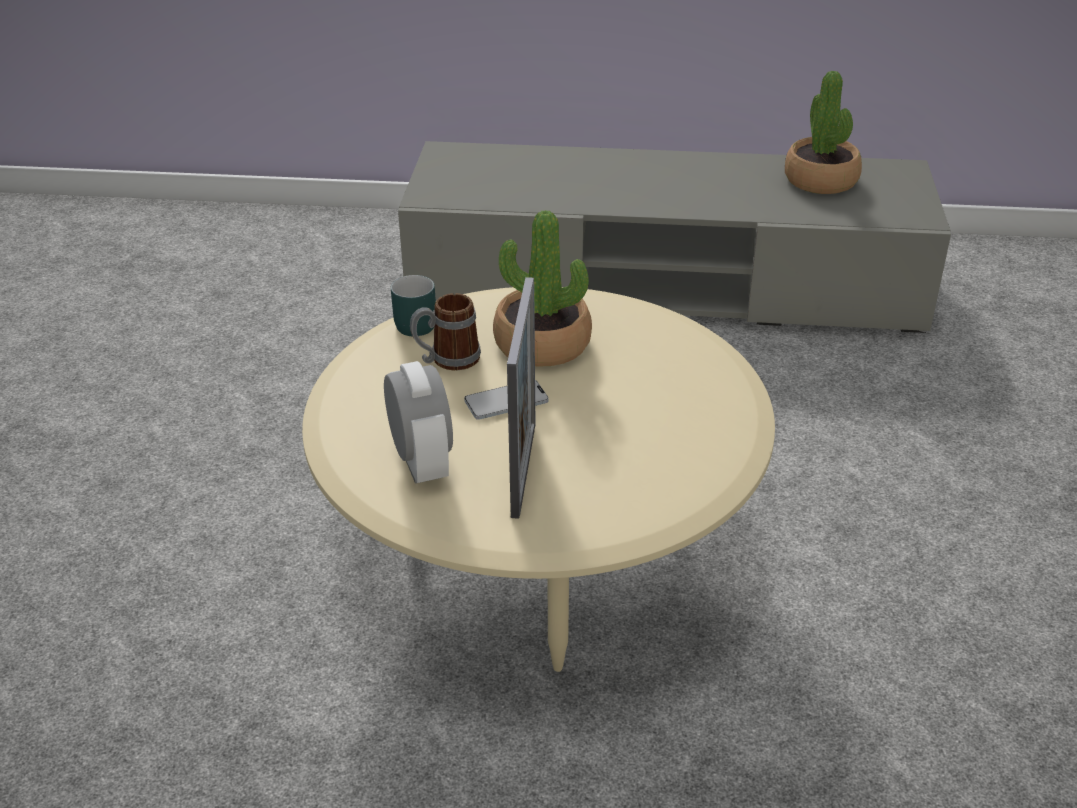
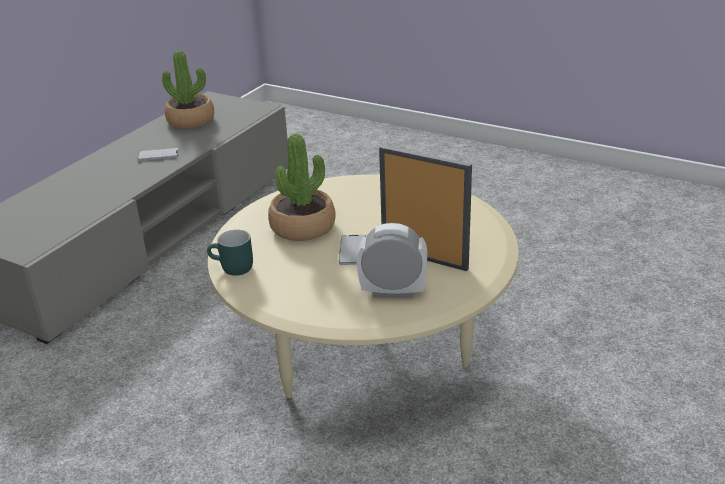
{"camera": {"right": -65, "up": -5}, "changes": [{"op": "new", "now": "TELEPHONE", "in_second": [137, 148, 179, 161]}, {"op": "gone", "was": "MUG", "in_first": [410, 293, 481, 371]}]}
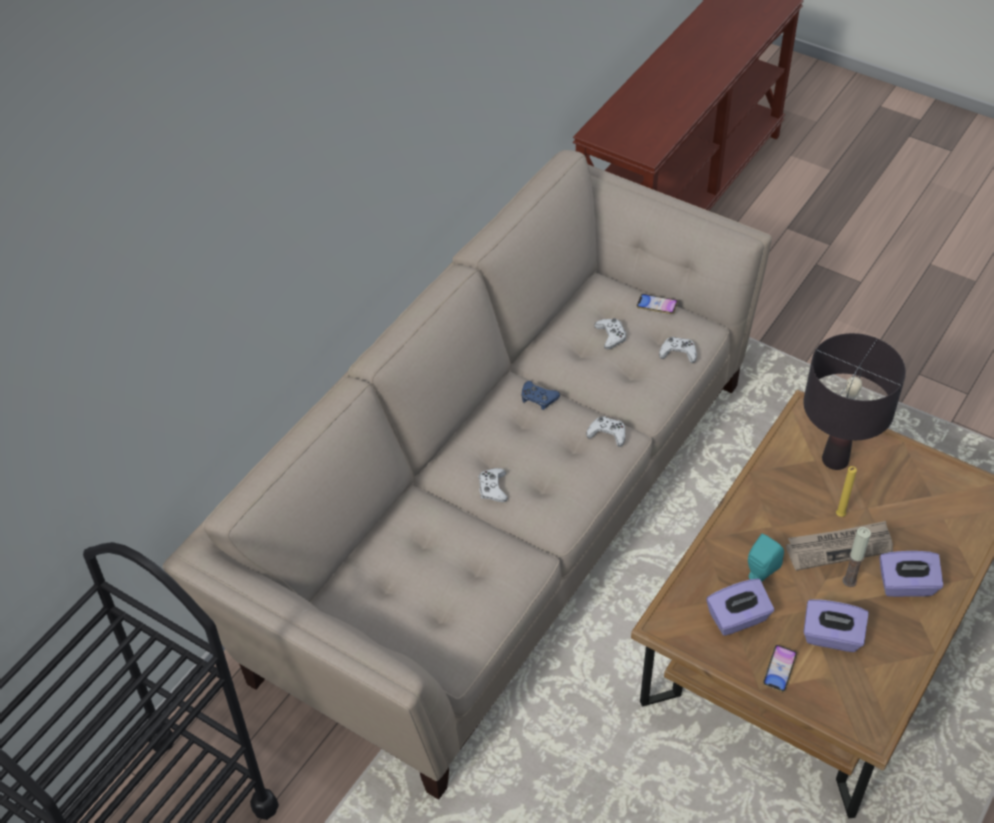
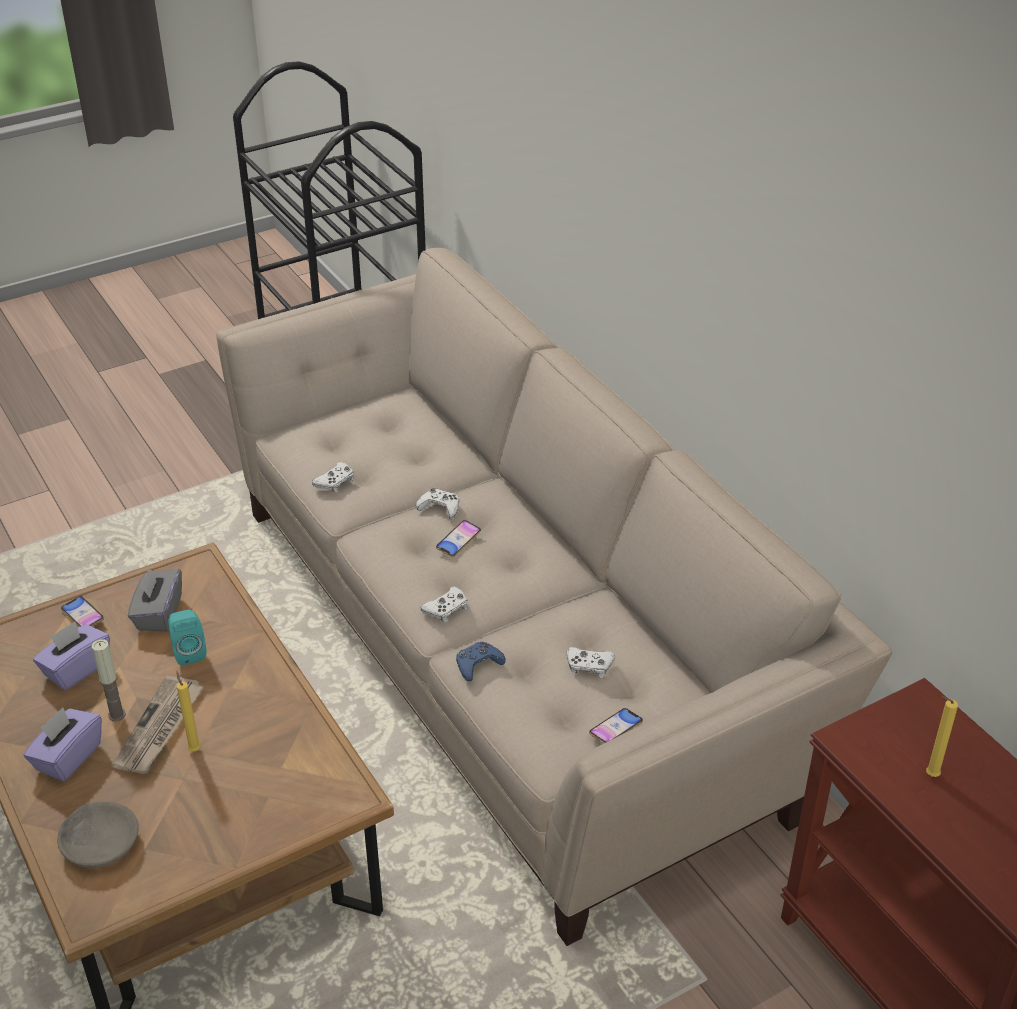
{"camera": {"right": 115, "up": -10}, "changes": [{"op": "new", "now": "GREY DEEP DISH", "in_second": [57, 801, 139, 868]}, {"op": "repainted", "was": "PURPLE TISSUE BOX", "now": "GREY TISSUE BOX", "in_first": [707, 579, 774, 636], "in_second": [128, 567, 182, 632]}, {"op": "shifted", "was": "WHITE-COLOURED GAME CONTROLLER", "in_first": [659, 337, 697, 363], "in_second": [312, 462, 354, 492]}, {"op": "new", "now": "TELEPHONE", "in_second": [436, 520, 481, 557]}, {"op": "shifted", "was": "BLUISH GAME CONTROLLER", "in_first": [521, 381, 560, 410], "in_second": [456, 642, 506, 681]}, {"op": "new", "now": "YELLOW-COLOURED WAX LIGHT", "in_second": [926, 696, 958, 777]}, {"op": "gone", "was": "BLACK TABLE LAMP", "in_first": [803, 333, 906, 470]}]}
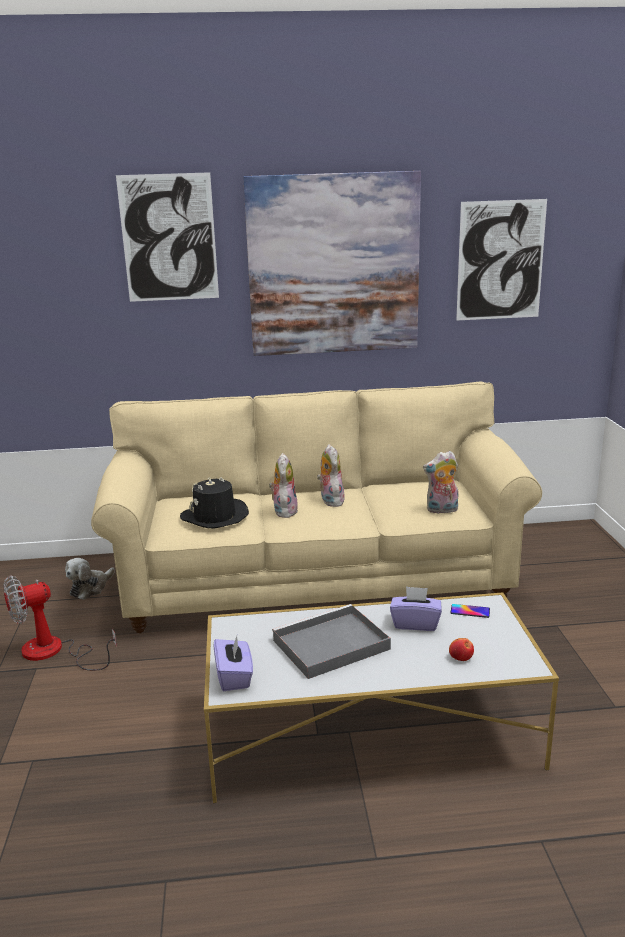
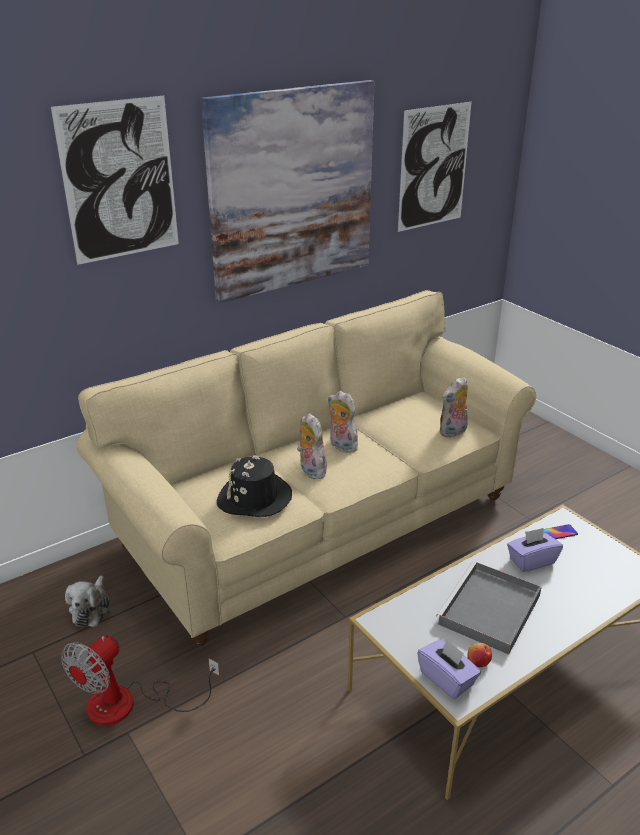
{"camera": {"right": -30, "up": 10}, "changes": [{"op": "shifted", "was": "APPLE FRUIT", "in_first": [449, 638, 474, 661], "in_second": [467, 643, 492, 667]}]}
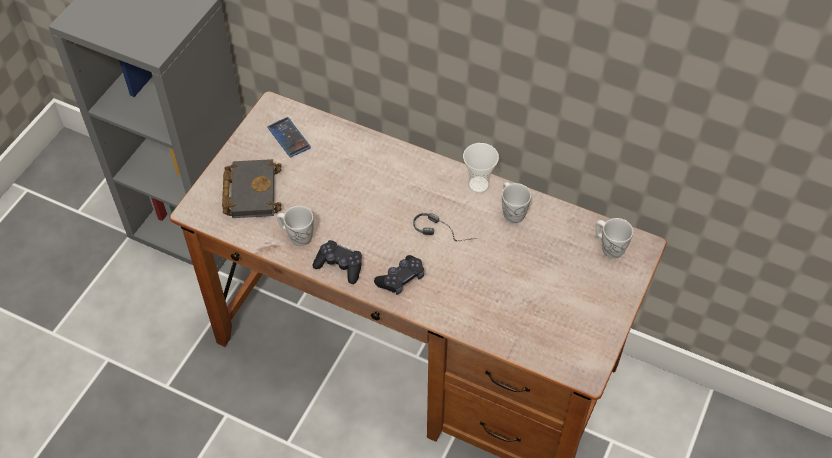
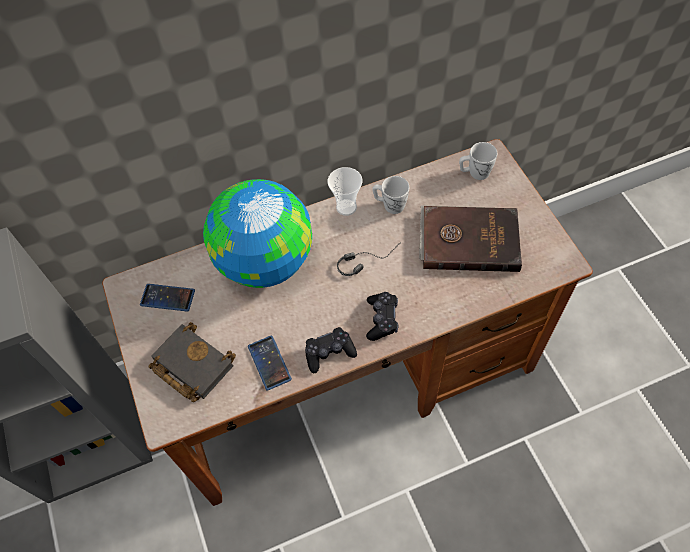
{"camera": {"right": -45, "up": 5}, "changes": [{"op": "new", "now": "GLOBE", "in_second": [203, 179, 312, 288]}, {"op": "swapped", "was": "WHITE-COLOURED MUG", "now": "TELEPHONE", "in_first": [276, 206, 314, 246], "in_second": [248, 336, 292, 391]}, {"op": "new", "now": "BROWNISH VOLUME", "in_second": [419, 205, 522, 272]}]}
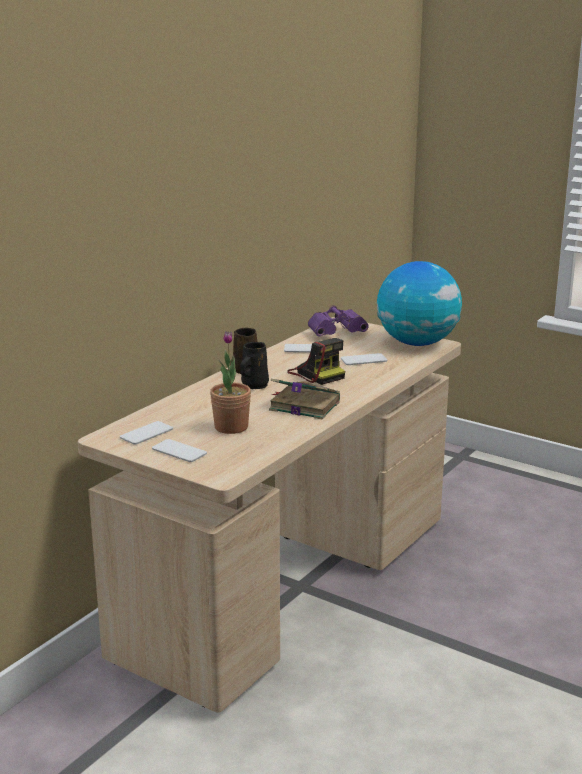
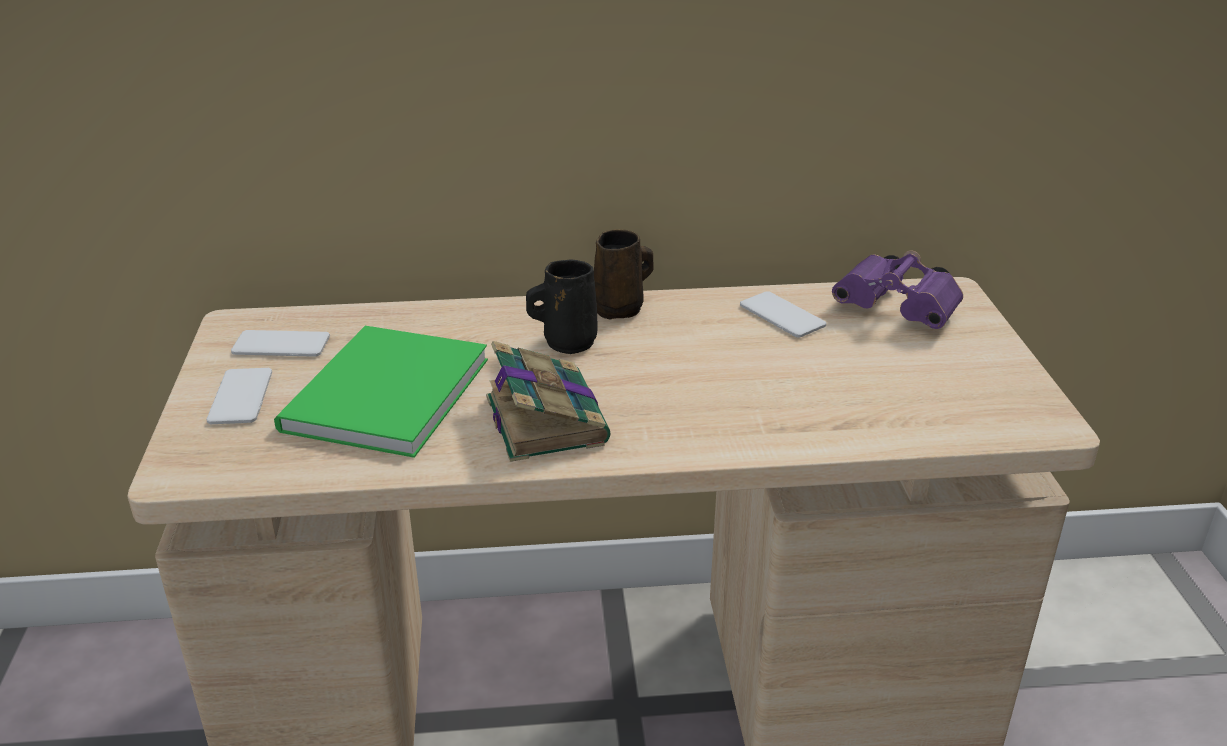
{"camera": {"right": 50, "up": 10}, "changes": [{"op": "swapped", "was": "POTTED PLANT", "now": "GREEN-COLOURED VOLUME", "in_first": [210, 331, 251, 434], "in_second": [274, 326, 488, 458]}, {"op": "gone", "was": "STILL CAMERA", "in_first": [287, 338, 345, 385]}, {"op": "gone", "was": "TELEPHONE", "in_first": [341, 353, 387, 365]}, {"op": "gone", "was": "GLOBE", "in_first": [377, 261, 462, 346]}]}
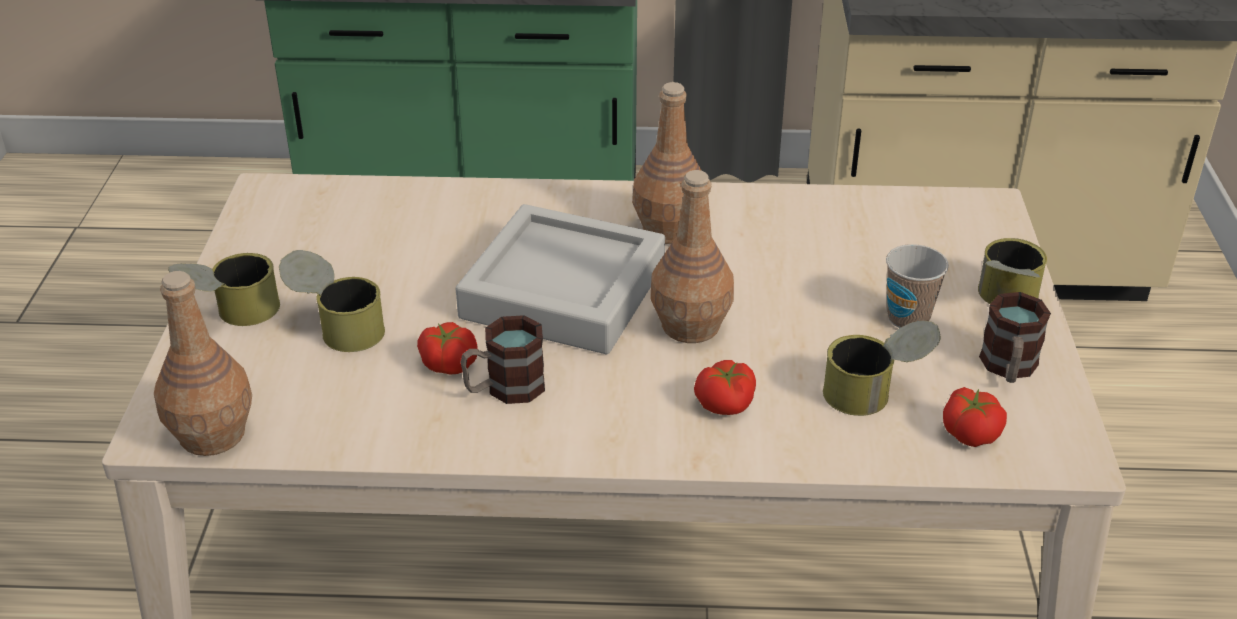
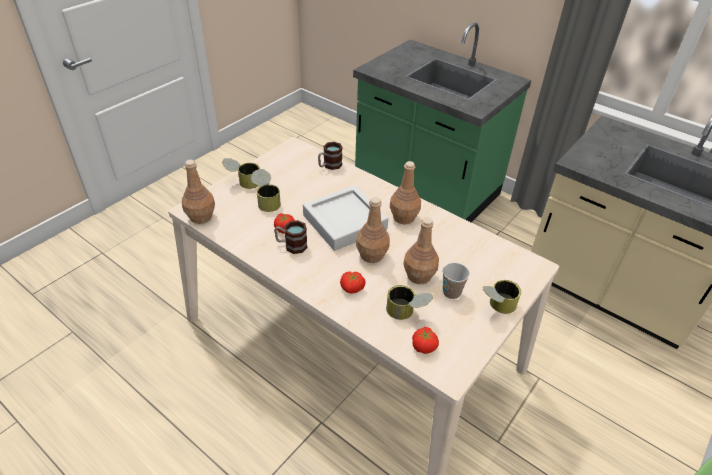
{"camera": {"right": 35, "up": 5}, "changes": [{"op": "shifted", "was": "MUG", "in_first": [979, 292, 1051, 383], "in_second": [318, 142, 343, 170]}, {"op": "new", "now": "BROWNISH BEVERAGE BOTTLE", "in_second": [403, 217, 439, 284]}]}
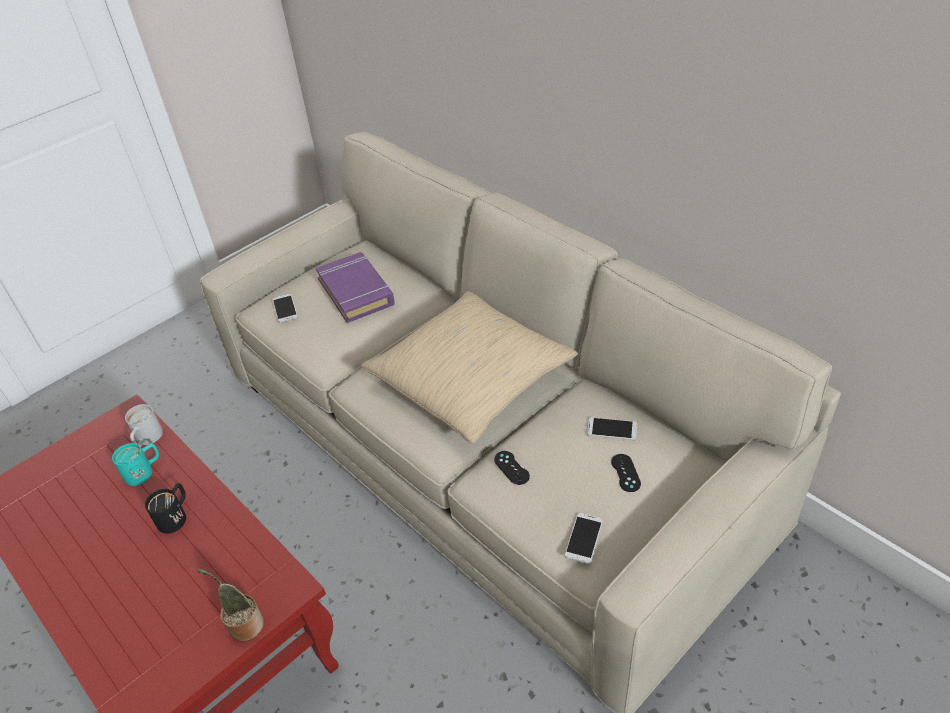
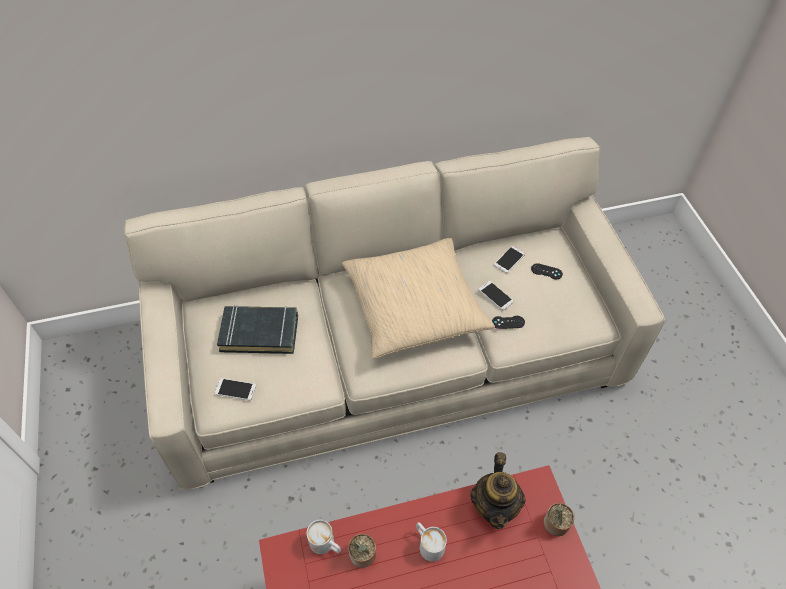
{"camera": {"right": -65, "up": 10}, "changes": [{"op": "repainted", "was": "PURPLE VOLUME", "now": "BLACK VOLUME", "in_first": [316, 252, 395, 323], "in_second": [217, 305, 298, 354]}, {"op": "swapped", "was": "TURQUOISE-COLOURED MUG", "now": "POTTED PLANT", "in_first": [112, 443, 159, 486], "in_second": [348, 534, 376, 568]}, {"op": "repainted", "was": "BLACK MUG", "now": "WHITE-COLOURED MUG", "in_first": [145, 483, 186, 533], "in_second": [416, 522, 447, 562]}, {"op": "new", "now": "POT FOR TEA", "in_second": [470, 452, 526, 529]}, {"op": "shifted", "was": "TELEPHONE", "in_first": [564, 513, 603, 564], "in_second": [479, 281, 514, 310]}]}
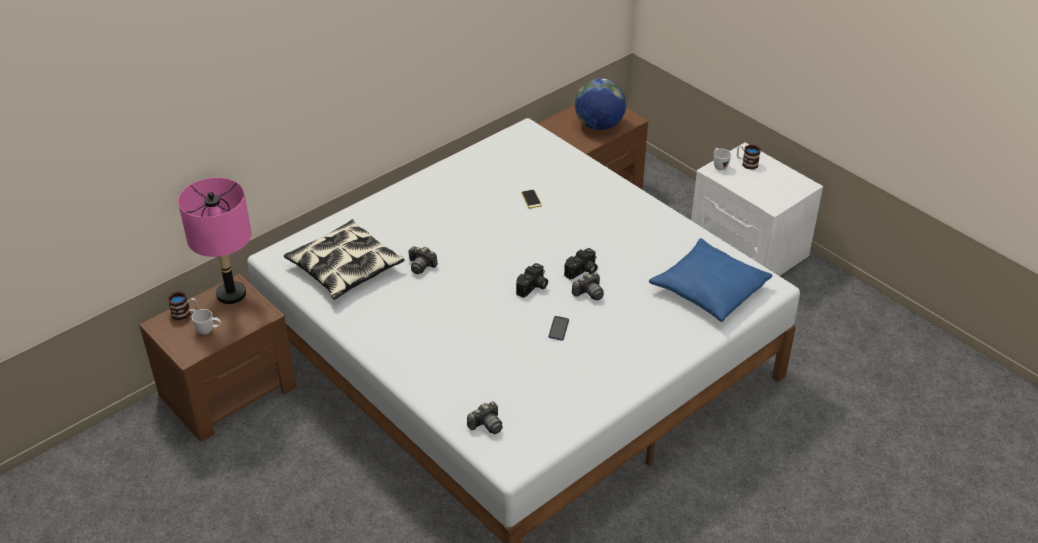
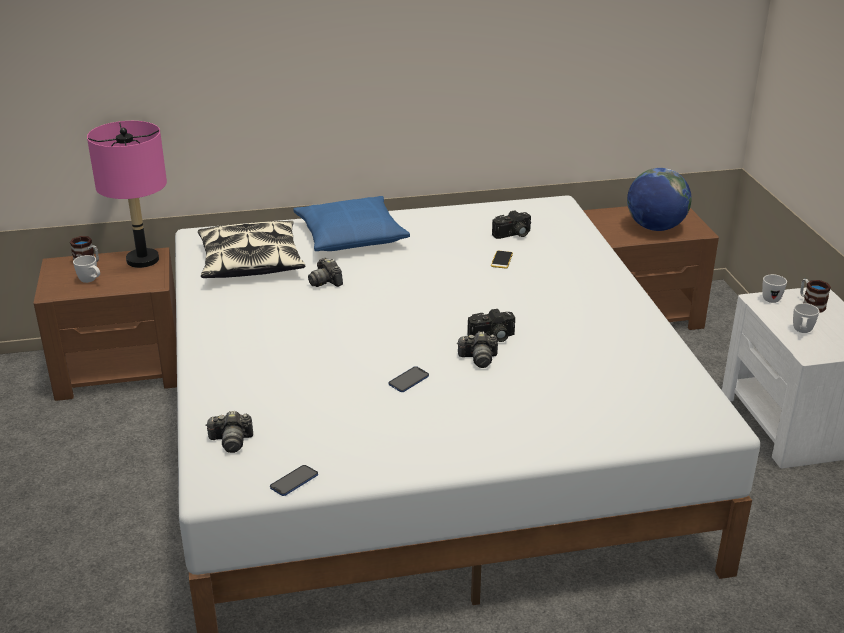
{"camera": {"right": 30, "up": -10}, "changes": [{"op": "new", "now": "TELEPHONE", "in_second": [270, 465, 318, 496]}, {"op": "shifted", "was": "BLUISH THROW PILLOW", "in_first": [649, 238, 772, 322], "in_second": [293, 196, 410, 251]}, {"op": "shifted", "was": "STILL CAMERA", "in_first": [516, 263, 548, 298], "in_second": [492, 210, 531, 239]}, {"op": "new", "now": "WHITE-COLOURED MUG", "in_second": [793, 303, 819, 333]}]}
